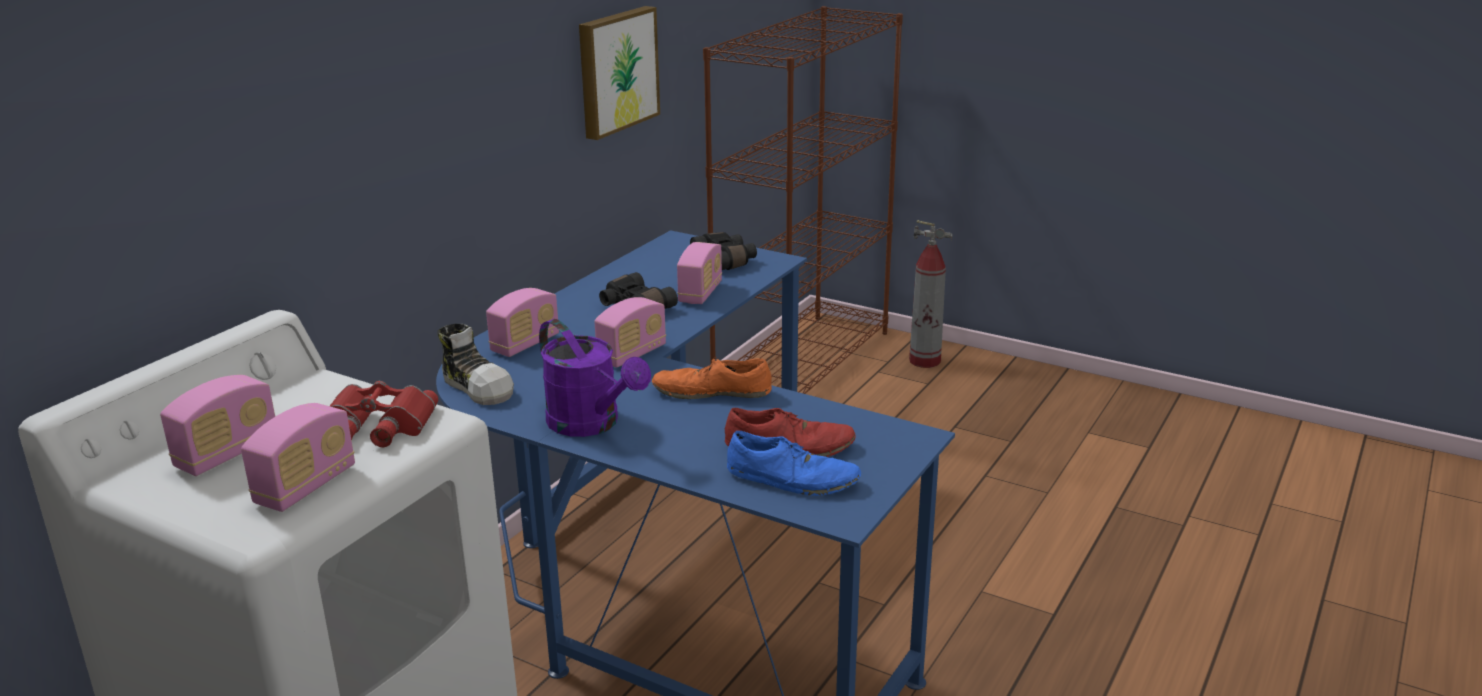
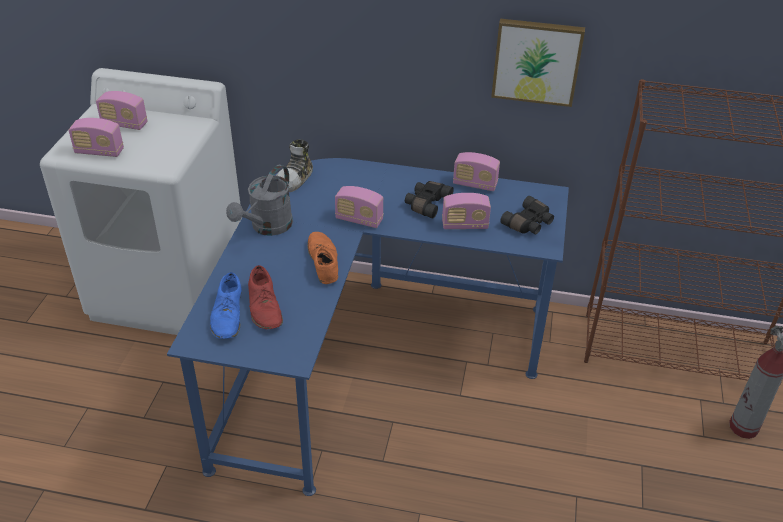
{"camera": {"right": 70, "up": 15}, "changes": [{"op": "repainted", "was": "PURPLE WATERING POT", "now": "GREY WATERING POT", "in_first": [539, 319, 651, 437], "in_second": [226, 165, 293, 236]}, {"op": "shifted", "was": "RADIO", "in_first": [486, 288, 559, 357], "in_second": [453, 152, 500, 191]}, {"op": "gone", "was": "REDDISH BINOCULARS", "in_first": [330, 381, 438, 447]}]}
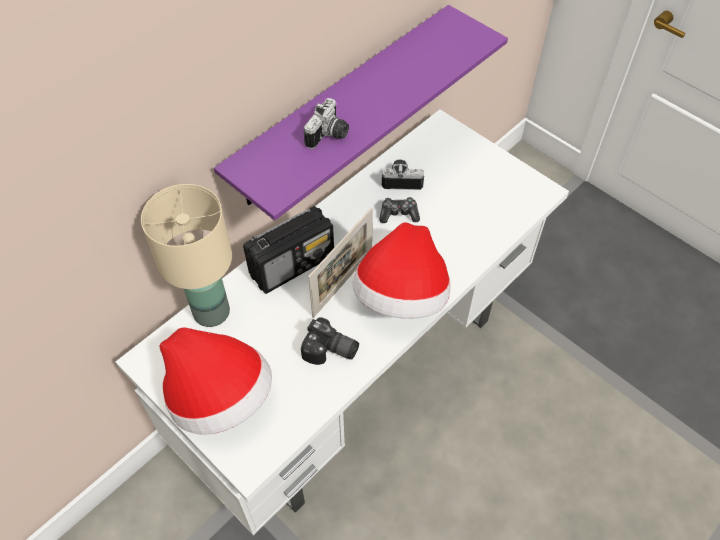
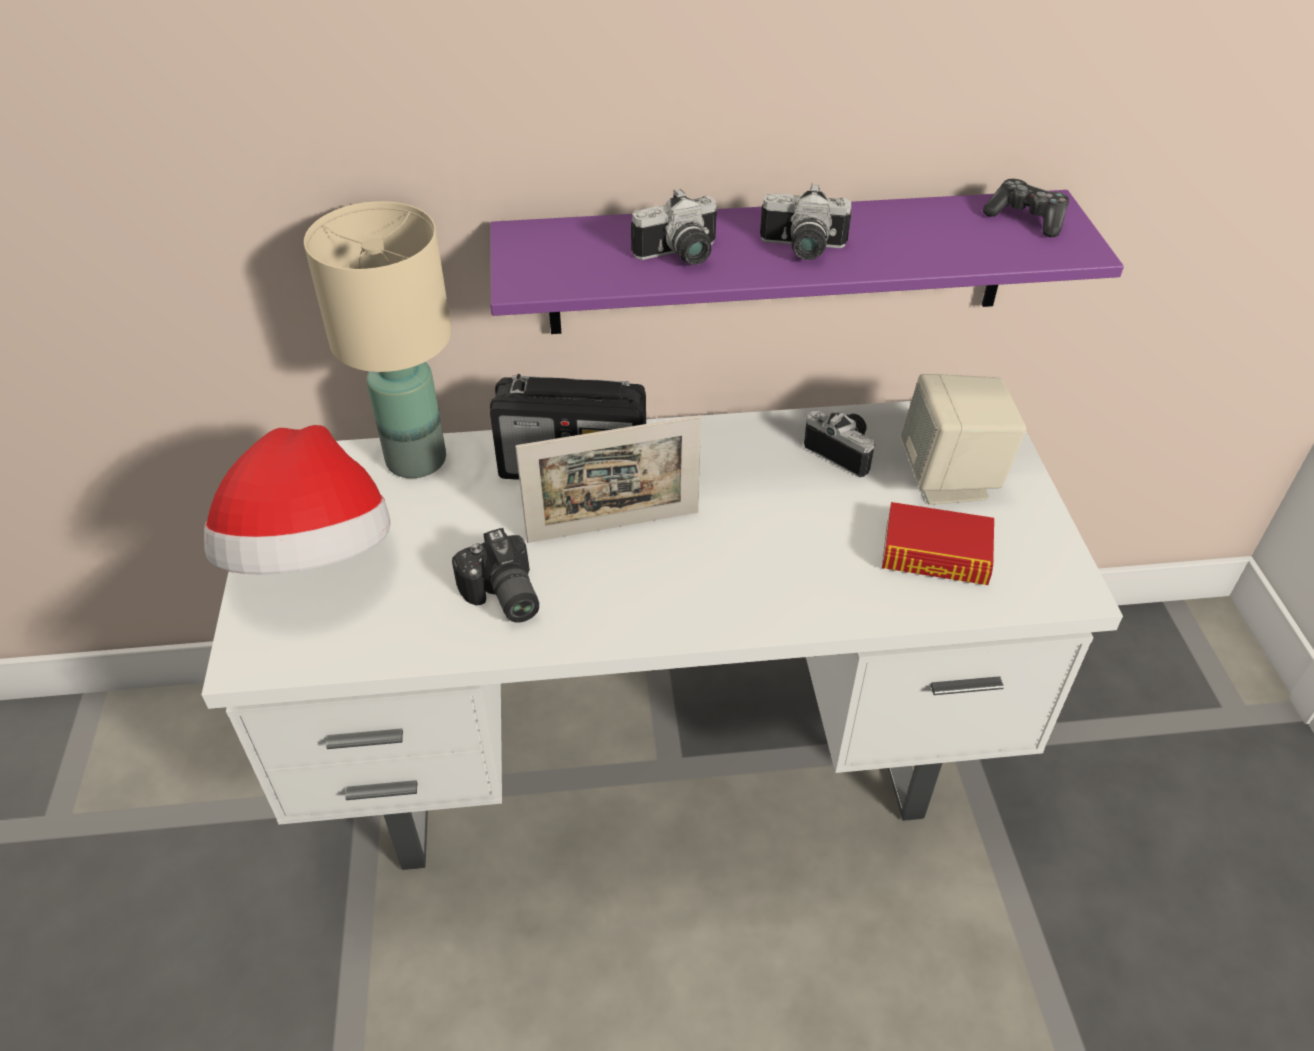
{"camera": {"right": 40, "up": -10}, "changes": [{"op": "new", "now": "STILL CAMERA", "in_second": [760, 184, 852, 260]}, {"op": "new", "now": "VOLUME", "in_second": [882, 502, 994, 585]}, {"op": "new", "now": "SAND-COLOURED AUDIO SPEAKER", "in_second": [901, 374, 1026, 505]}, {"op": "shifted", "was": "GAME CONTROLLER", "in_first": [379, 197, 420, 223], "in_second": [983, 179, 1069, 237]}, {"op": "gone", "was": "CLOTHING HAT", "in_first": [353, 223, 450, 319]}]}
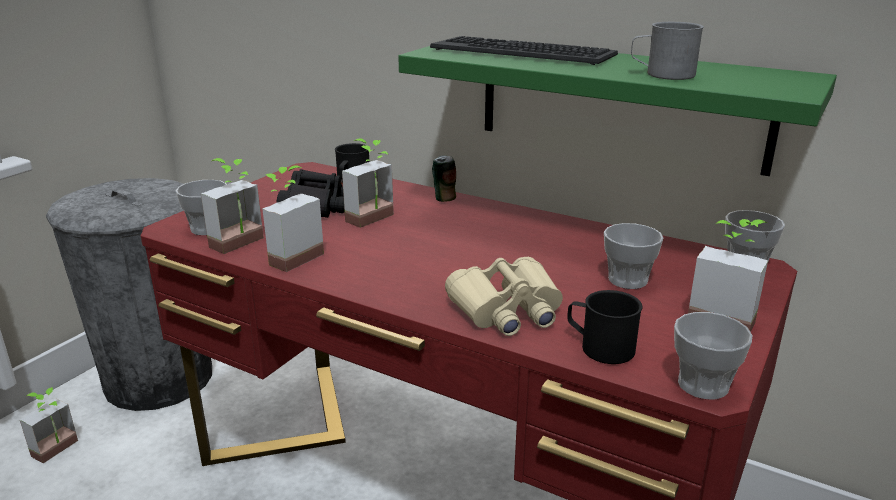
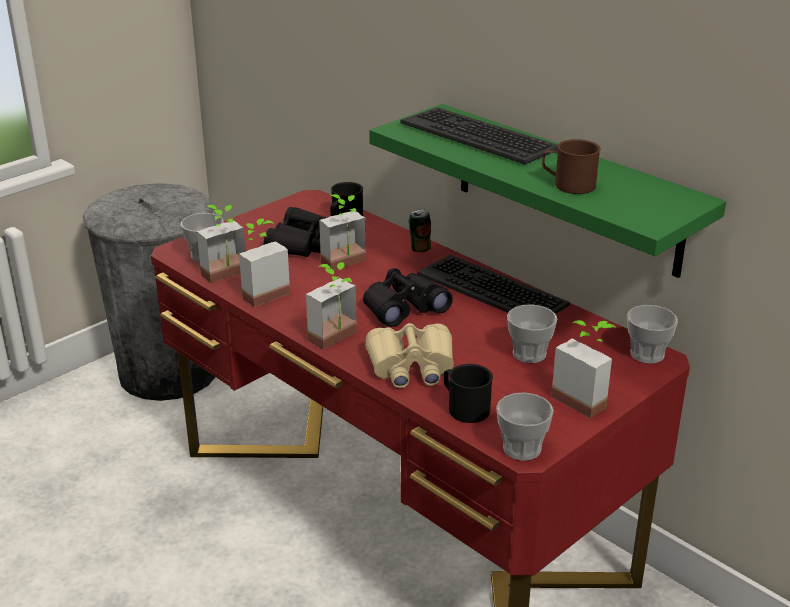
{"camera": {"right": 15, "up": 5}, "changes": [{"op": "shifted", "was": "POTTED PLANT", "in_first": [20, 387, 78, 463], "in_second": [306, 262, 357, 350]}, {"op": "new", "now": "BLACK BINOCULARS", "in_second": [363, 268, 453, 327]}, {"op": "new", "now": "COMPUTER KEYBOARD", "in_second": [417, 255, 570, 314]}, {"op": "repainted", "was": "GREY MUG", "now": "BROWNISH MUG", "in_first": [631, 22, 704, 80], "in_second": [542, 139, 601, 194]}]}
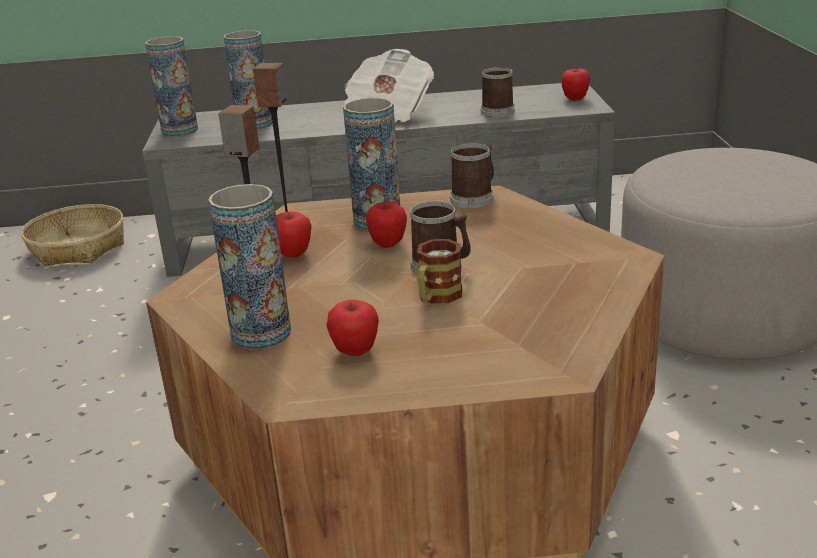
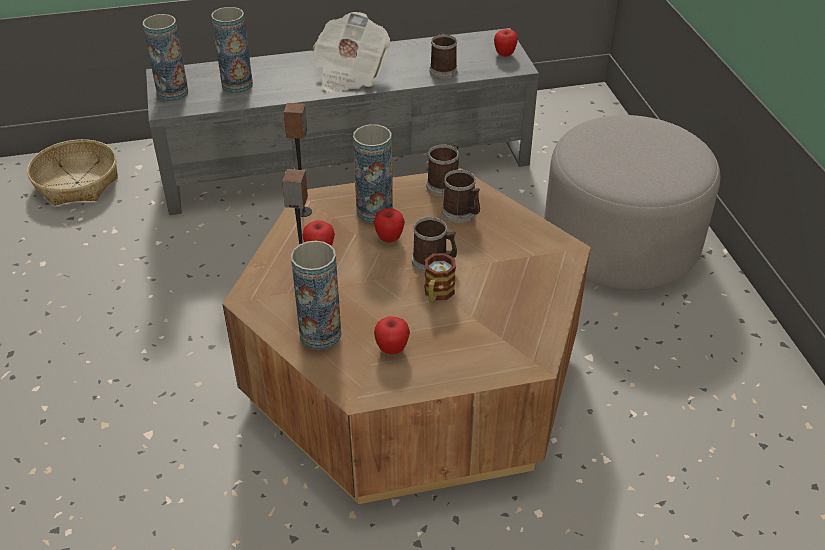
{"camera": {"right": -10, "up": 15}, "changes": [{"op": "new", "now": "MUG", "in_second": [442, 170, 480, 223]}]}
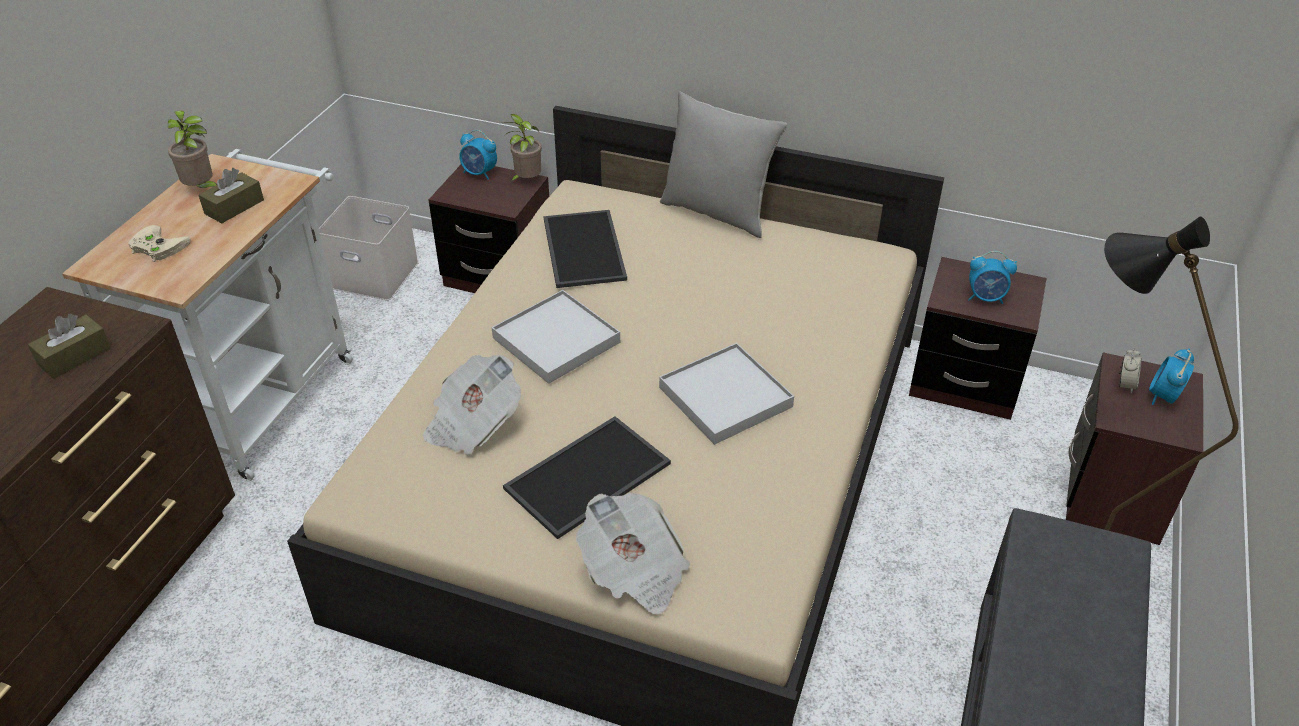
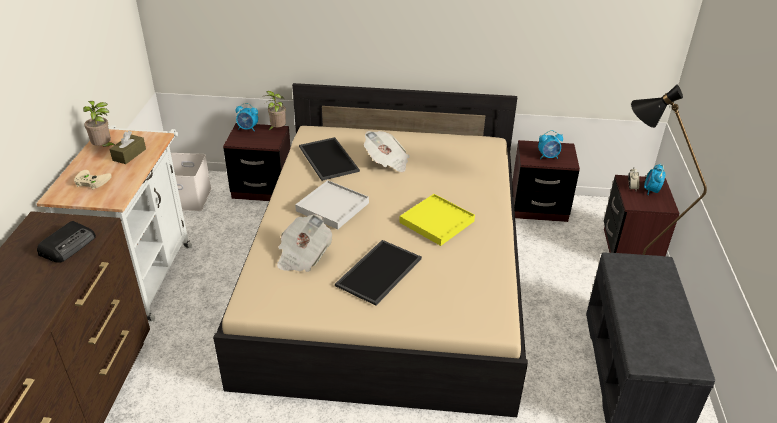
{"camera": {"right": -15, "up": -5}, "changes": [{"op": "swapped", "was": "BROWNISH TISSUE BOX", "now": "RADIO", "in_first": [28, 314, 111, 379], "in_second": [37, 221, 96, 263]}, {"op": "shifted", "was": "PRINTED PAPER", "in_first": [576, 493, 690, 615], "in_second": [364, 131, 409, 172]}, {"op": "repainted", "was": "WHITE-COLOURED SERVING TRAY", "now": "YELLOW-COLOURED SERVING TRAY", "in_first": [659, 343, 794, 445], "in_second": [399, 194, 475, 246]}, {"op": "gone", "was": "GREY THROW PILLOW", "in_first": [660, 91, 787, 238]}]}
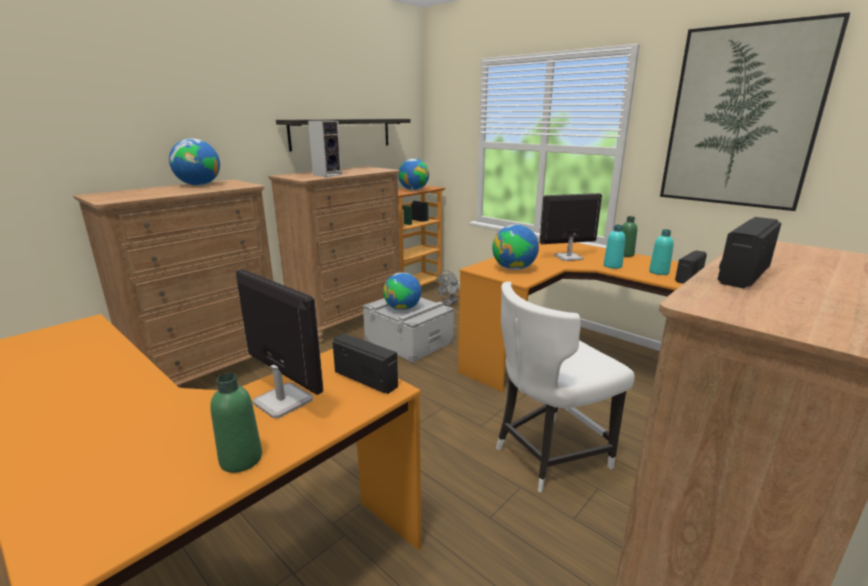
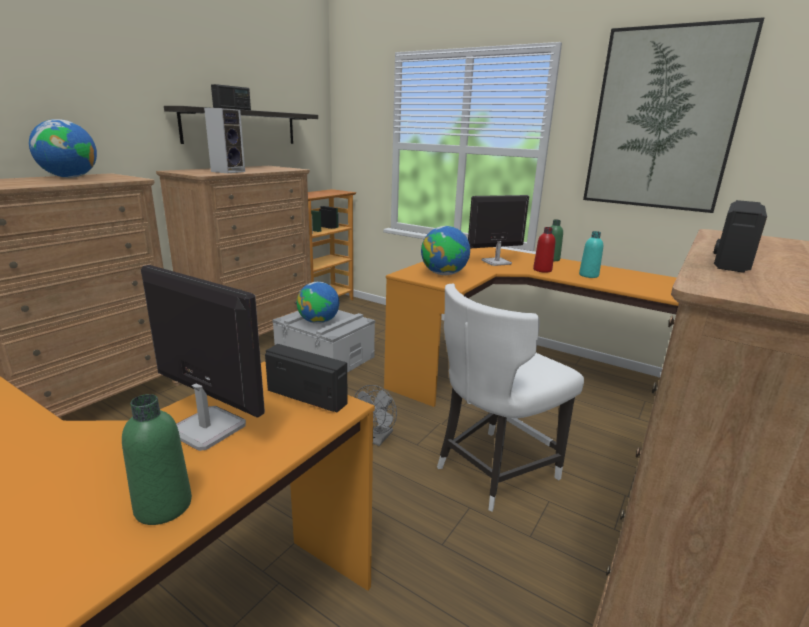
{"camera": {"right": -10, "up": 0}, "changes": [{"op": "shifted", "was": "RADIO", "in_first": [675, 250, 707, 284], "in_second": [211, 84, 251, 110]}, {"op": "shifted", "was": "GREY FAN", "in_first": [435, 270, 459, 306], "in_second": [354, 385, 397, 446]}, {"op": "repainted", "was": "TURQUOISE-COLOURED BEVERAGE BOTTLE", "now": "REDDISH BEVERAGE BOTTLE", "in_first": [604, 225, 625, 269], "in_second": [533, 227, 555, 273]}, {"op": "gone", "was": "GLOBE", "in_first": [398, 159, 429, 190]}]}
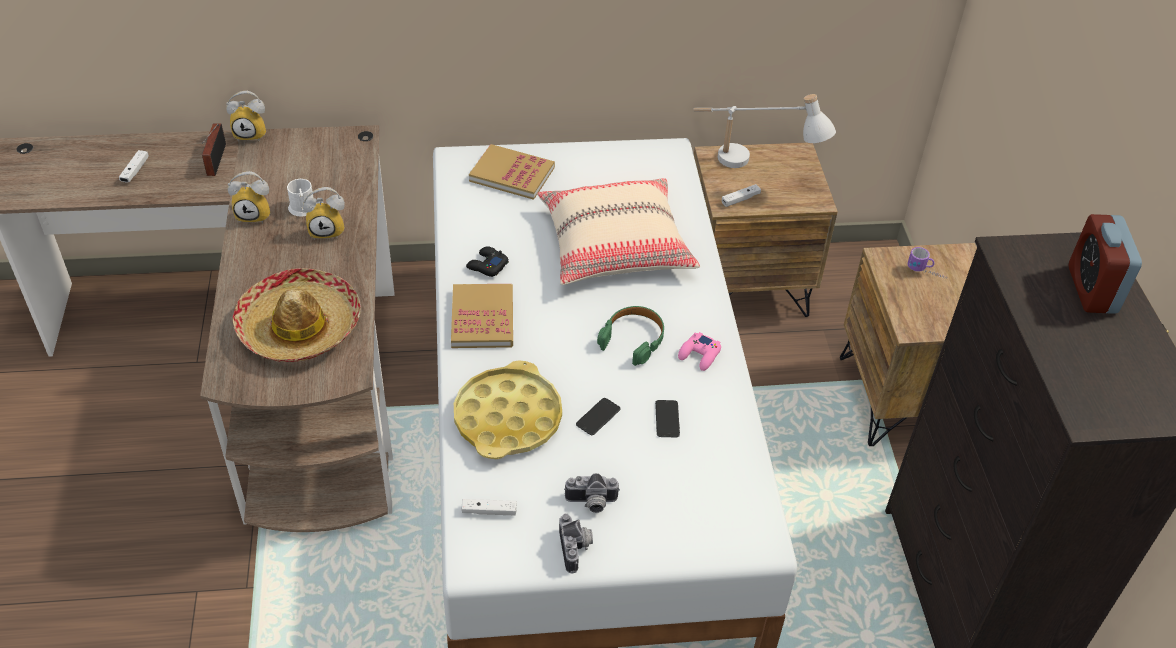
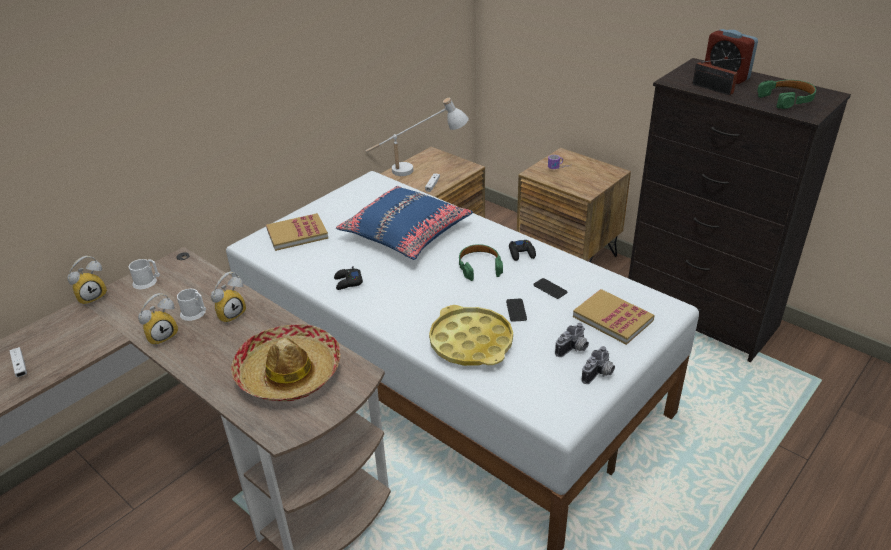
{"camera": {"right": -40, "up": -10}, "changes": [{"op": "new", "now": "WHITE-COLOURED MUG", "in_second": [129, 259, 160, 289]}, {"op": "repainted", "was": "SAND-COLOURED THROW PILLOW", "now": "BLUISH THROW PILLOW", "in_first": [537, 178, 700, 285], "in_second": [336, 186, 473, 260]}, {"op": "repainted", "was": "PINK-COLOURED GAME CONTROLLER", "now": "BLACK GAME CONTROLLER", "in_first": [678, 332, 721, 371], "in_second": [509, 240, 536, 261]}, {"op": "shifted", "was": "VOLUME", "in_first": [451, 284, 513, 348], "in_second": [573, 289, 655, 345]}, {"op": "rotated", "was": "STILL CAMERA", "in_first": [559, 514, 593, 573], "in_second": [581, 346, 615, 384], "clockwise": 90}, {"op": "shifted", "was": "RADIO", "in_first": [202, 123, 226, 176], "in_second": [693, 58, 745, 95]}, {"op": "new", "now": "GREEN-COLOURED PAIR OF HEADPHONES", "in_second": [757, 80, 816, 109]}, {"op": "gone", "was": "WHITE-COLOURED GAME CONTROLLER", "in_first": [461, 499, 517, 515]}]}
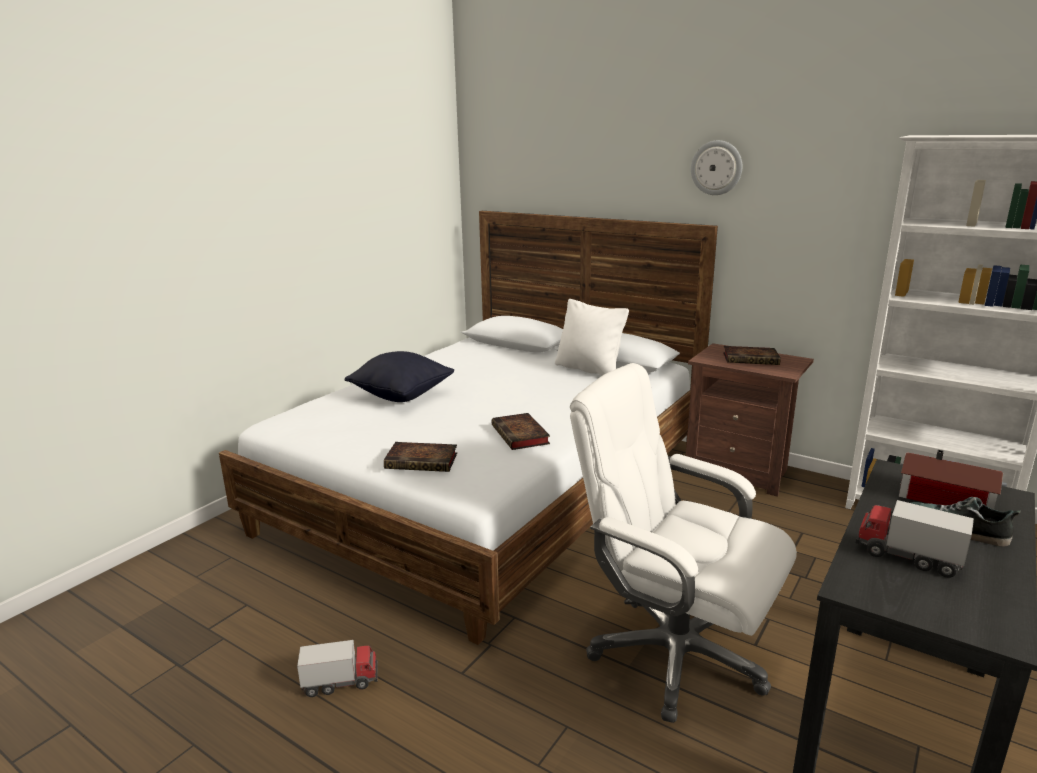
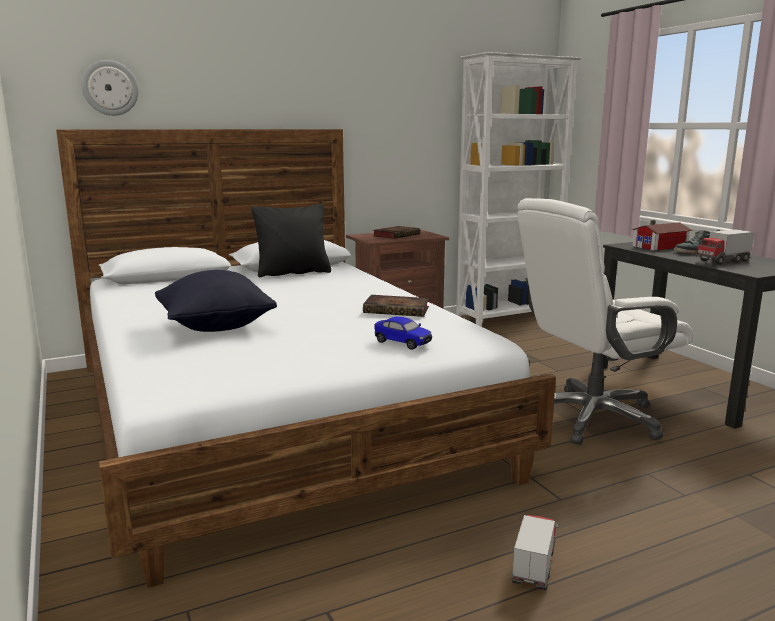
{"camera": {"right": -60, "up": -5}, "changes": [{"op": "shifted", "was": "WALL CLOCK", "in_first": [691, 140, 742, 195], "in_second": [82, 60, 139, 116]}, {"op": "repainted", "was": "WHITE-COLOURED THROW PILLOW", "now": "BLACK THROW PILLOW", "in_first": [555, 299, 629, 376], "in_second": [252, 204, 331, 277]}, {"op": "swapped", "was": "VOLUME", "now": "MINIATURE CAR", "in_first": [384, 442, 457, 472], "in_second": [374, 317, 432, 350]}]}
